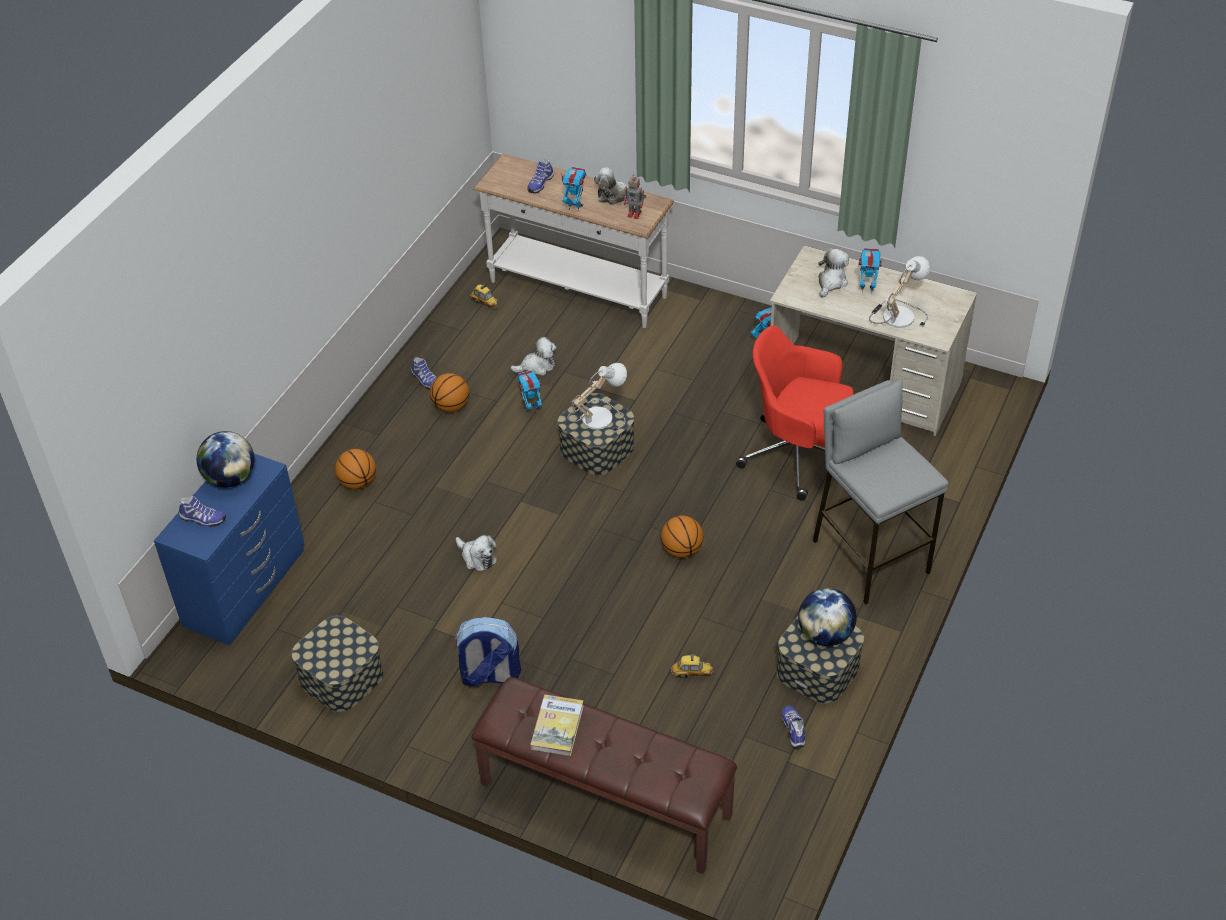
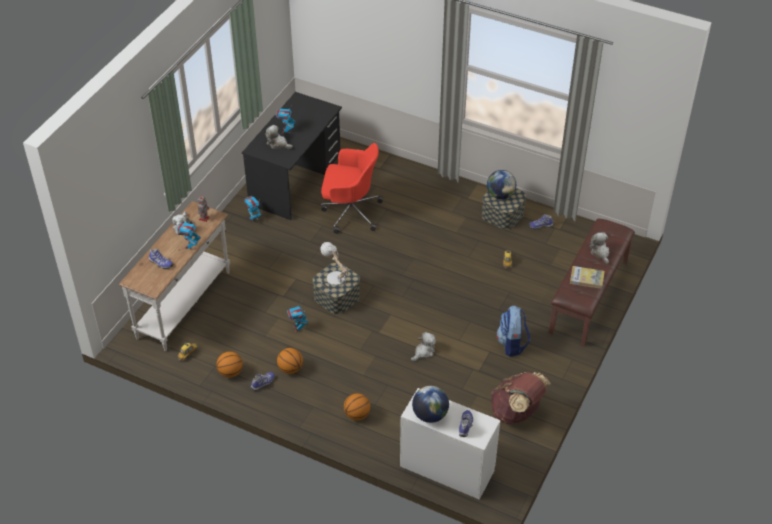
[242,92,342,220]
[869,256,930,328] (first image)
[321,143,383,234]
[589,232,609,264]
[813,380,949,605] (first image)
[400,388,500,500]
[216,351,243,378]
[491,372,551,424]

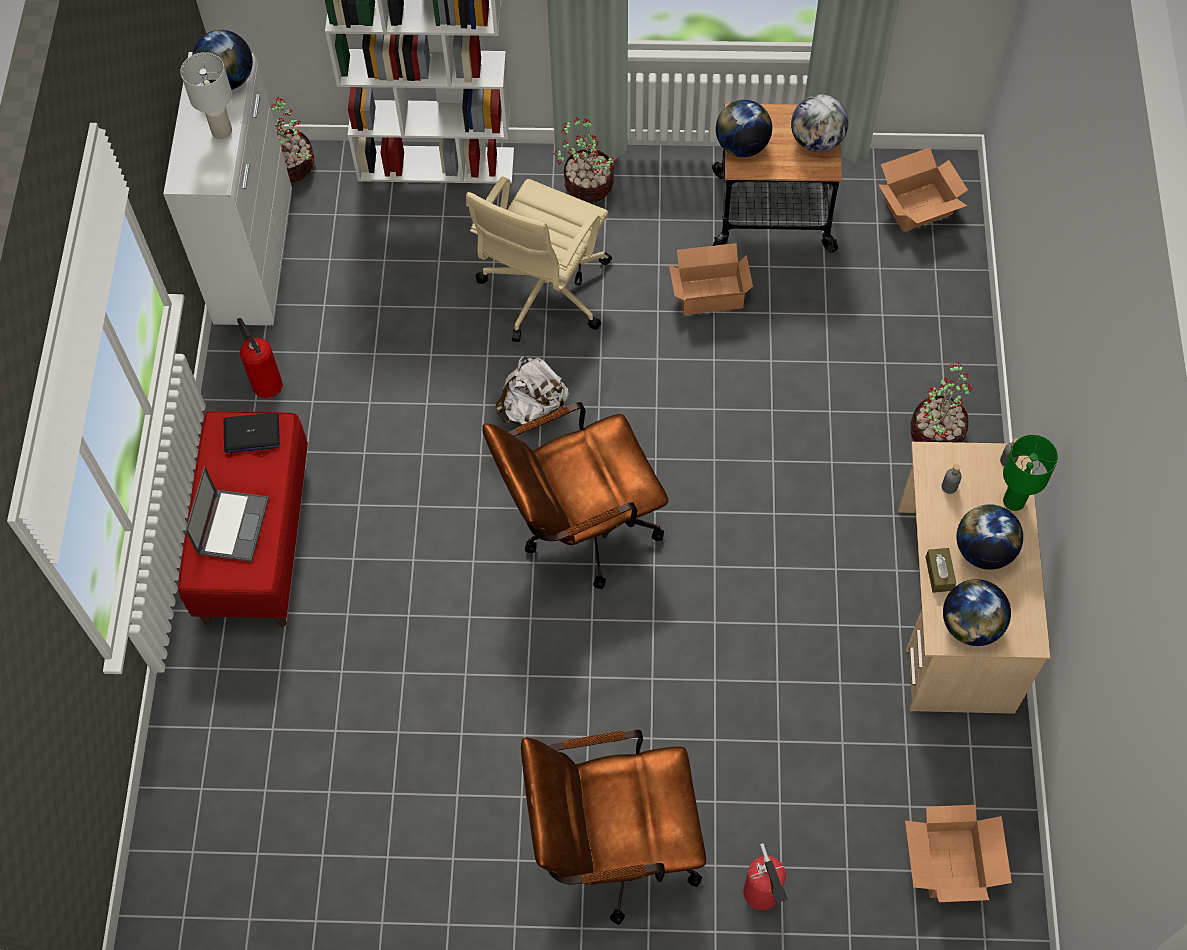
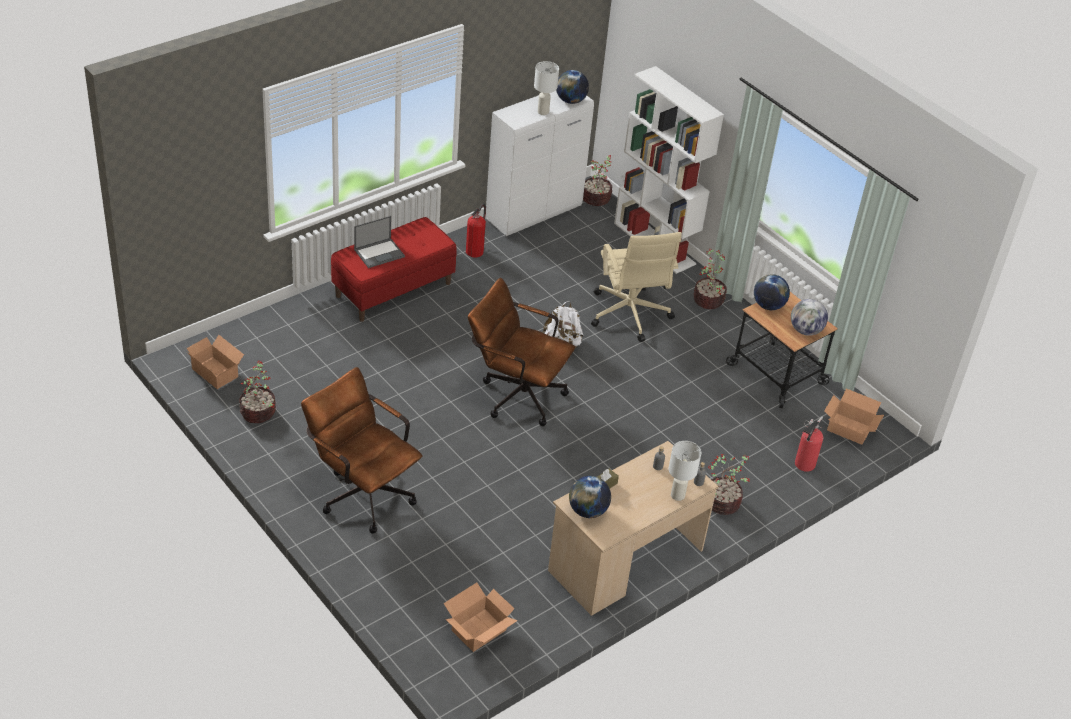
[591,232,682,342]
[186,335,244,389]
[224,413,280,453] (first image)
[668,441,701,501]
[957,504,1023,570] (first image)
[795,417,823,472]
[239,361,276,423]

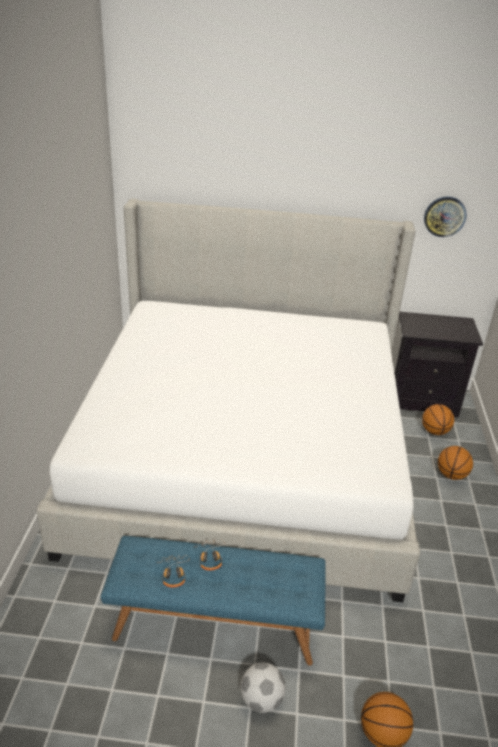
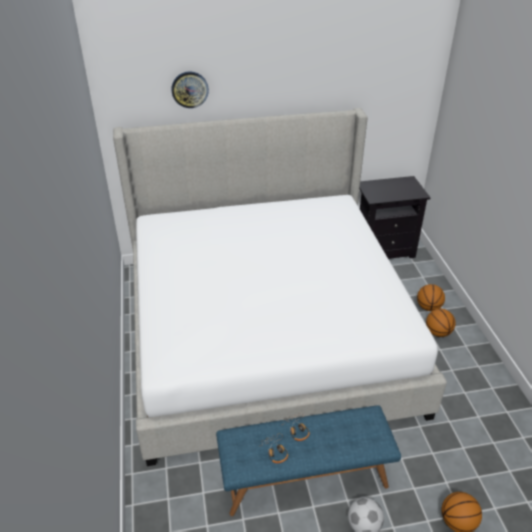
[172,71,209,108]
[426,309,456,337]

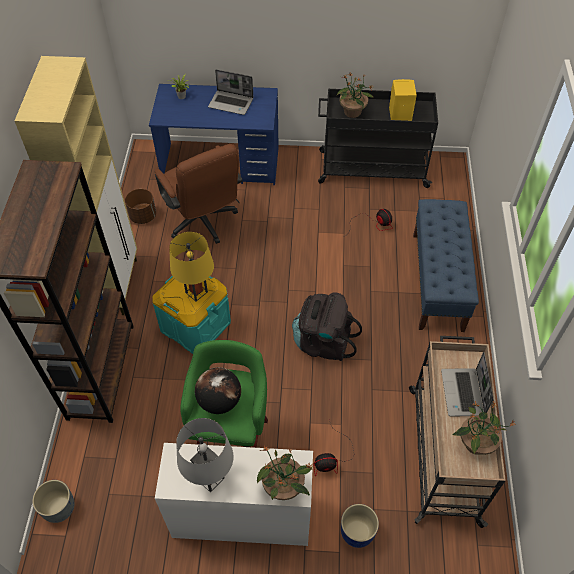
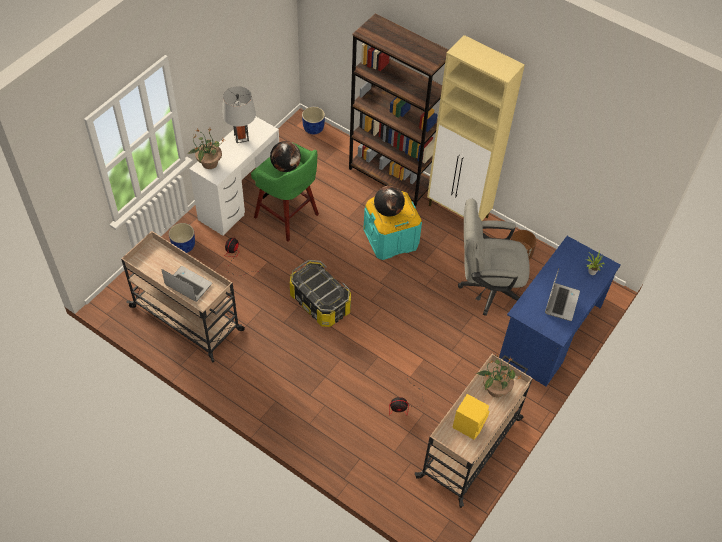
[545,269,580,321]
[415,354,533,508]
[458,199,530,316]
[413,199,479,332] (first image)
[374,186,405,217]
[290,260,351,327]
[452,401,514,455] (first image)
[302,107,325,134]

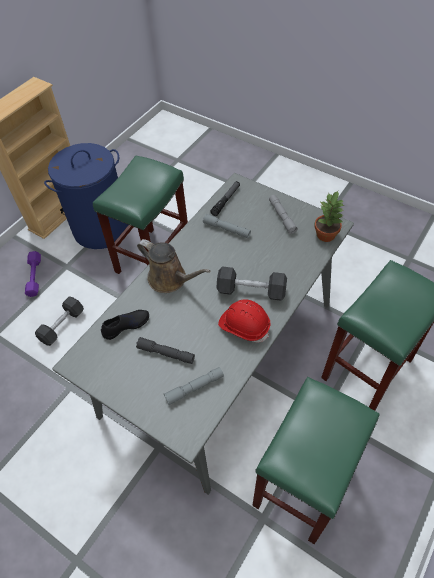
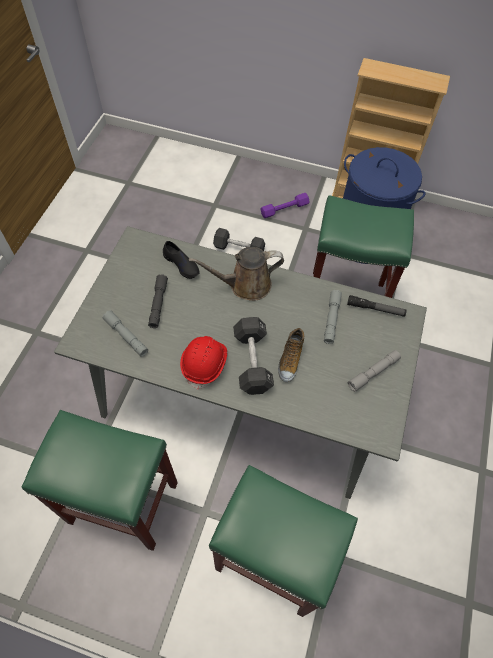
[314,191,344,242] (first image)
[189,247,284,301]
[278,328,304,382]

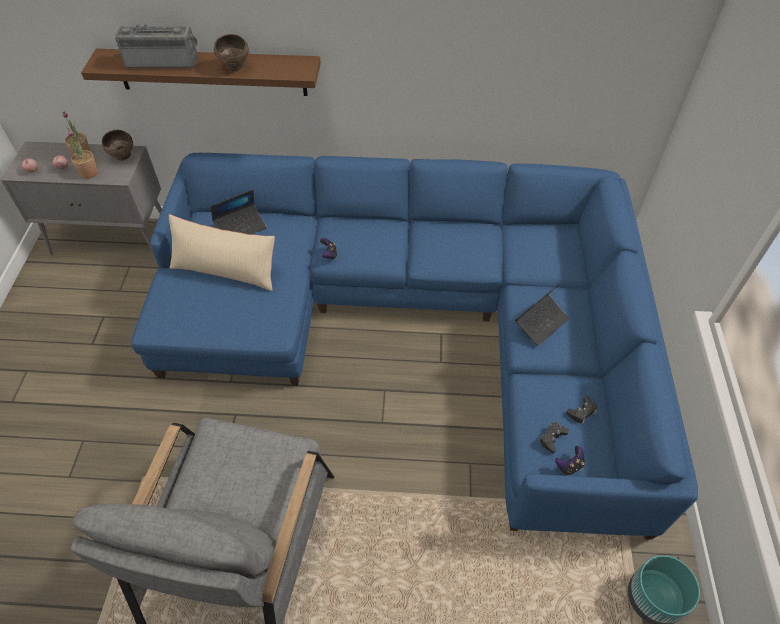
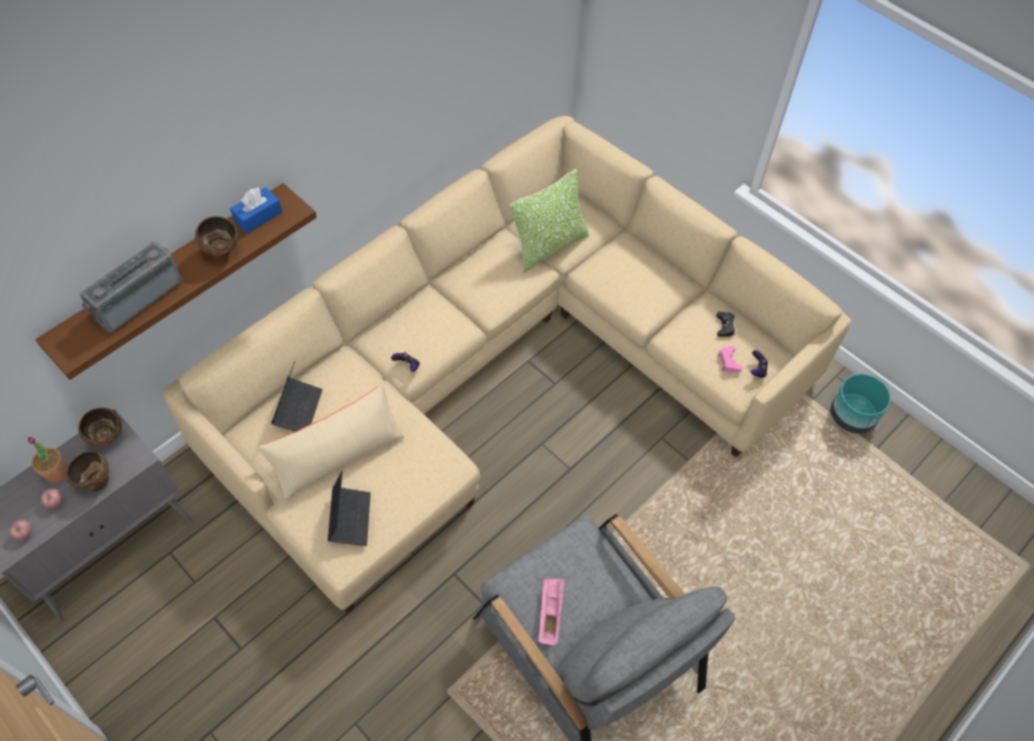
[66,451,109,492]
[162,116,851,613]
[328,471,371,546]
[718,346,742,372]
[509,168,589,273]
[230,187,282,234]
[538,579,565,646]

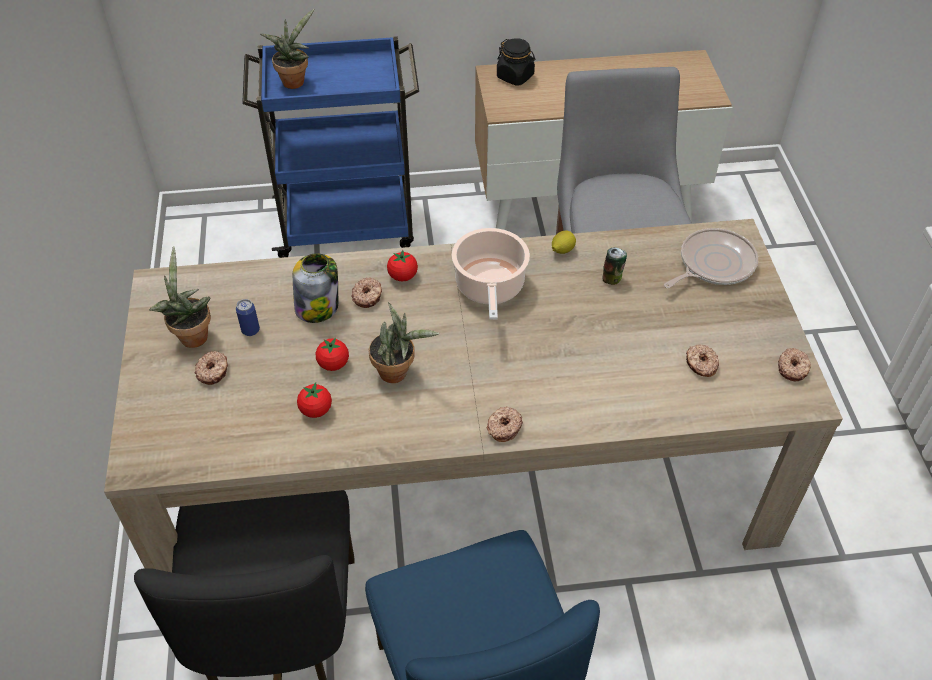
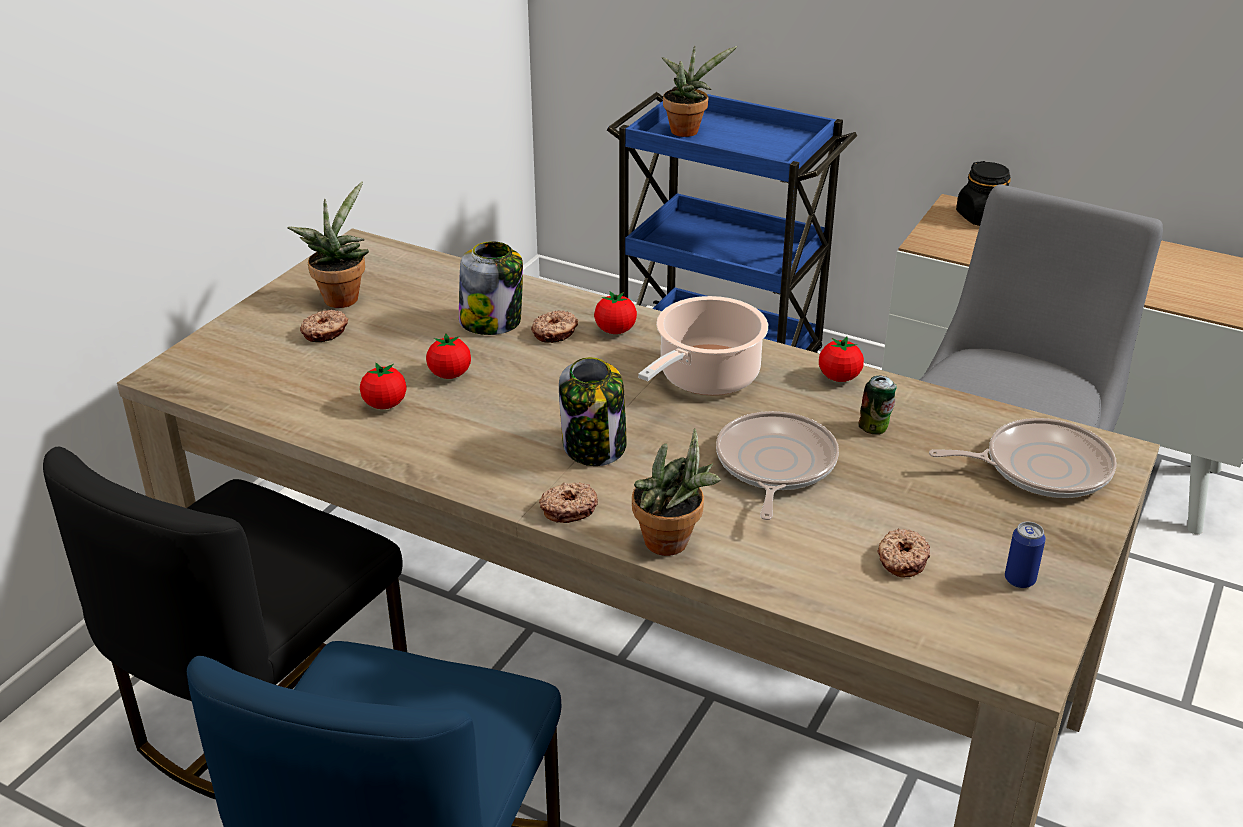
[819,337,864,382]
[1005,522,1046,588]
[632,429,721,556]
[778,348,811,381] (first image)
[559,357,627,466]
[716,411,839,520]

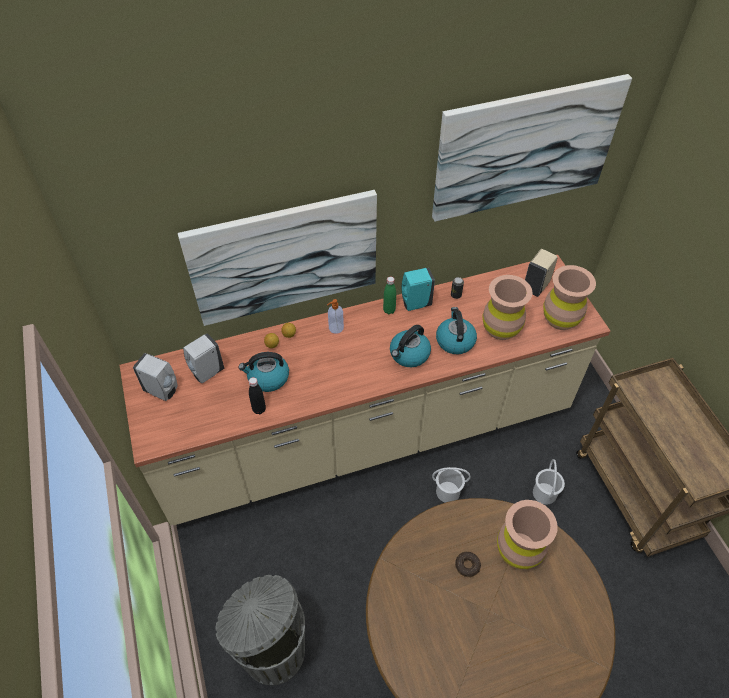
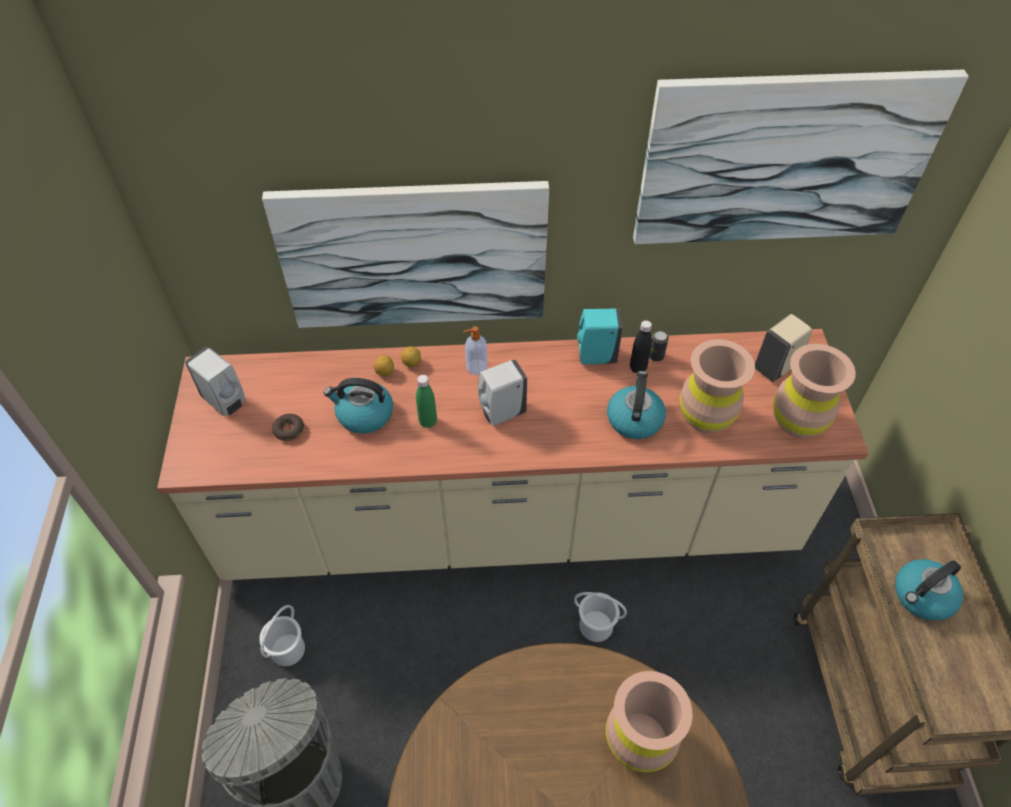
[416,375,437,428]
[895,559,963,621]
[478,360,527,426]
[630,320,652,373]
[259,605,305,666]
[272,414,304,441]

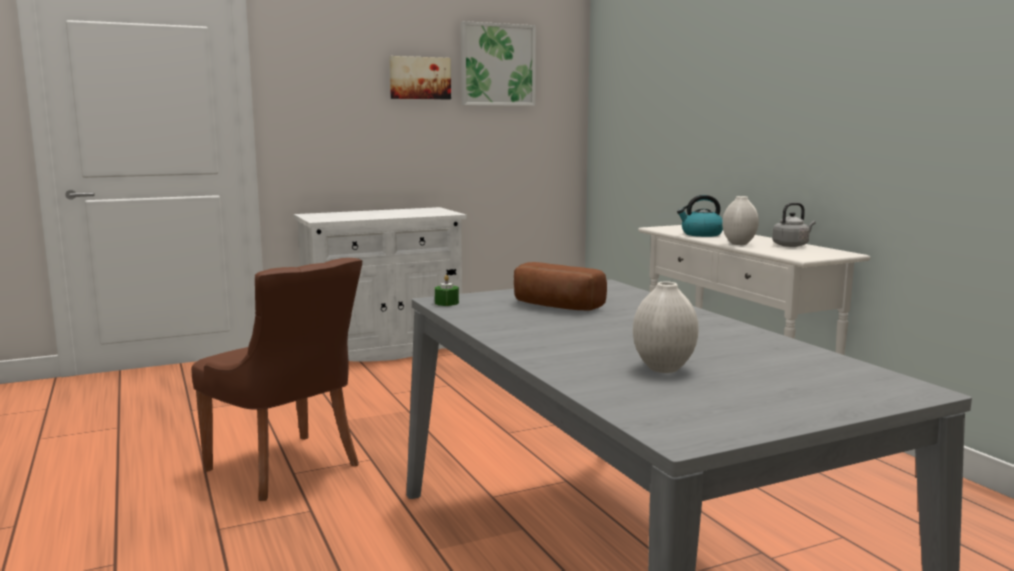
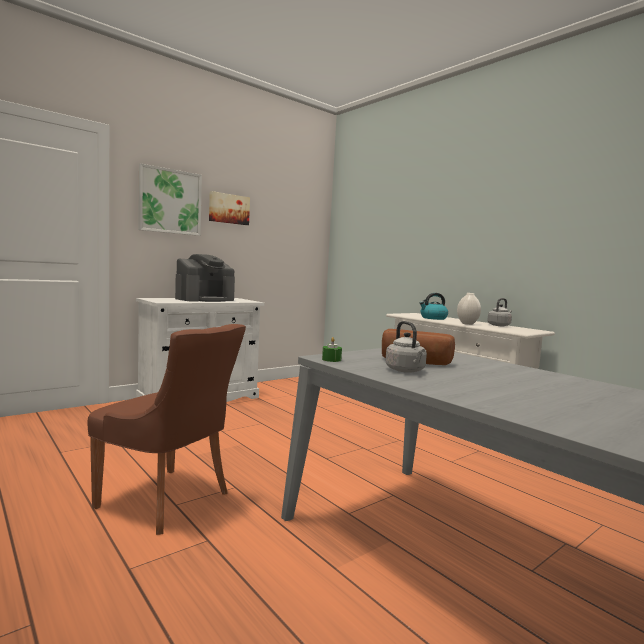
[138,163,202,236]
[633,281,699,373] (first image)
[175,254,235,302]
[385,321,427,373]

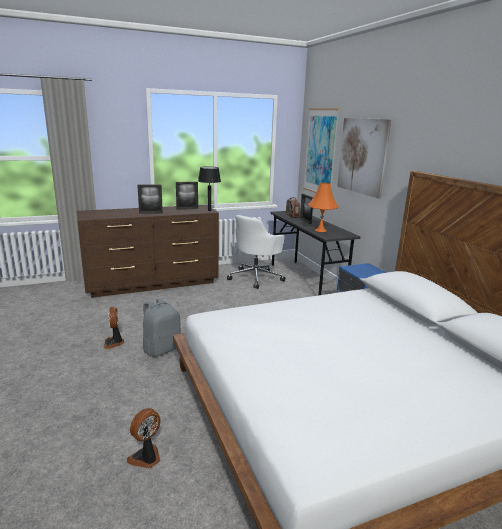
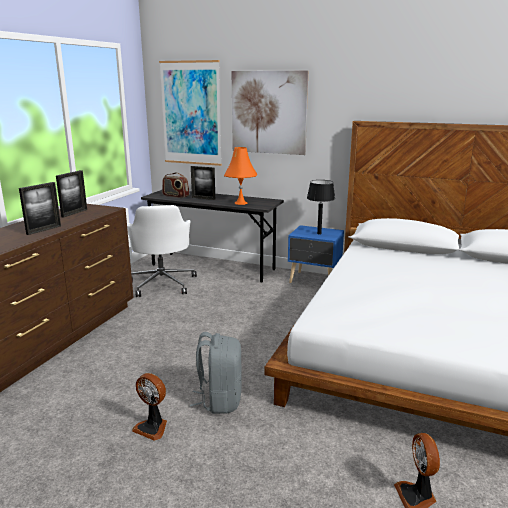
[307,180,335,235]

